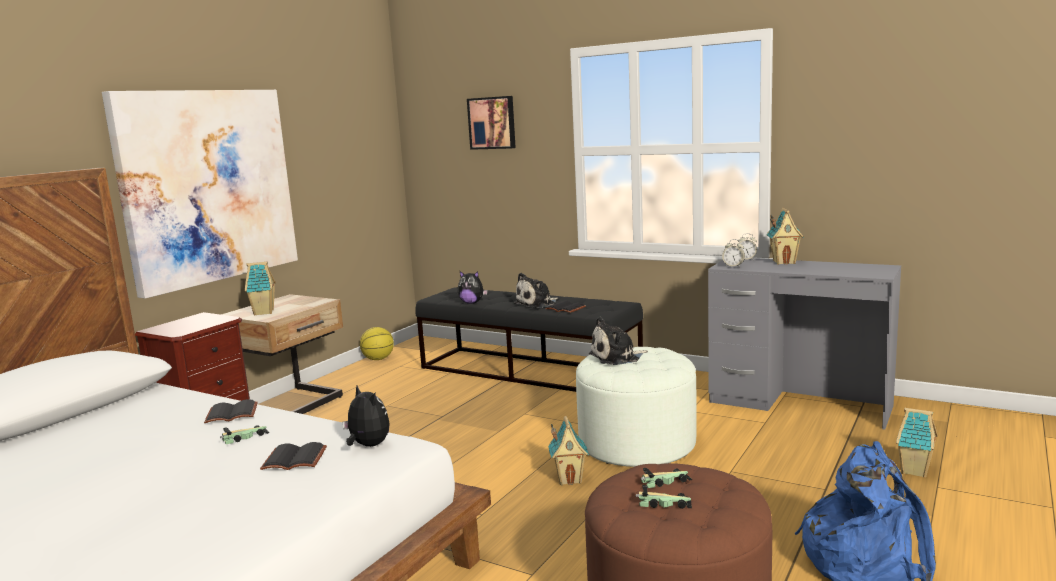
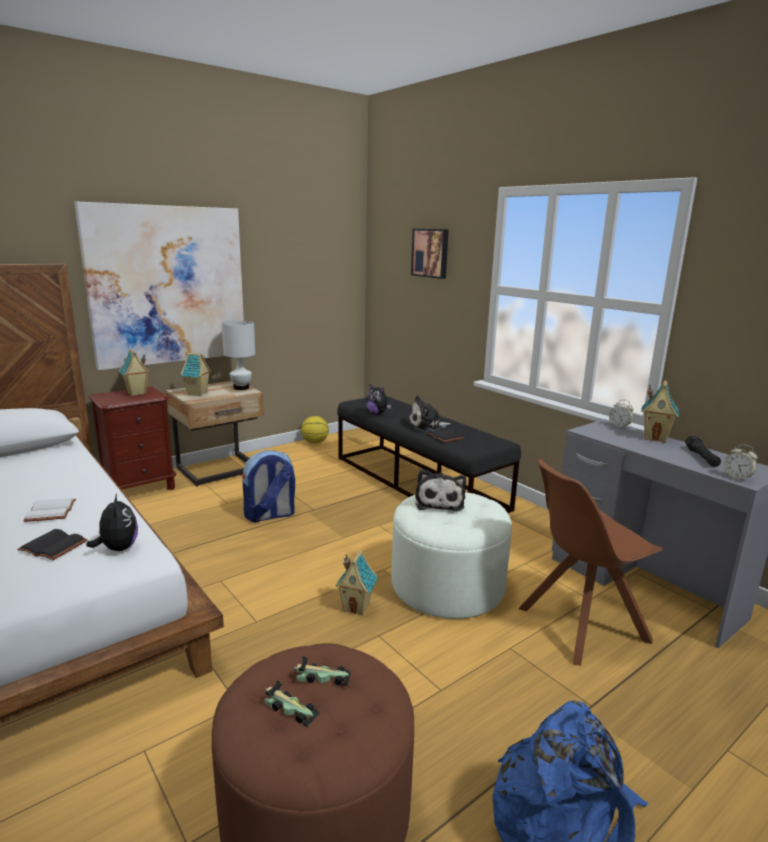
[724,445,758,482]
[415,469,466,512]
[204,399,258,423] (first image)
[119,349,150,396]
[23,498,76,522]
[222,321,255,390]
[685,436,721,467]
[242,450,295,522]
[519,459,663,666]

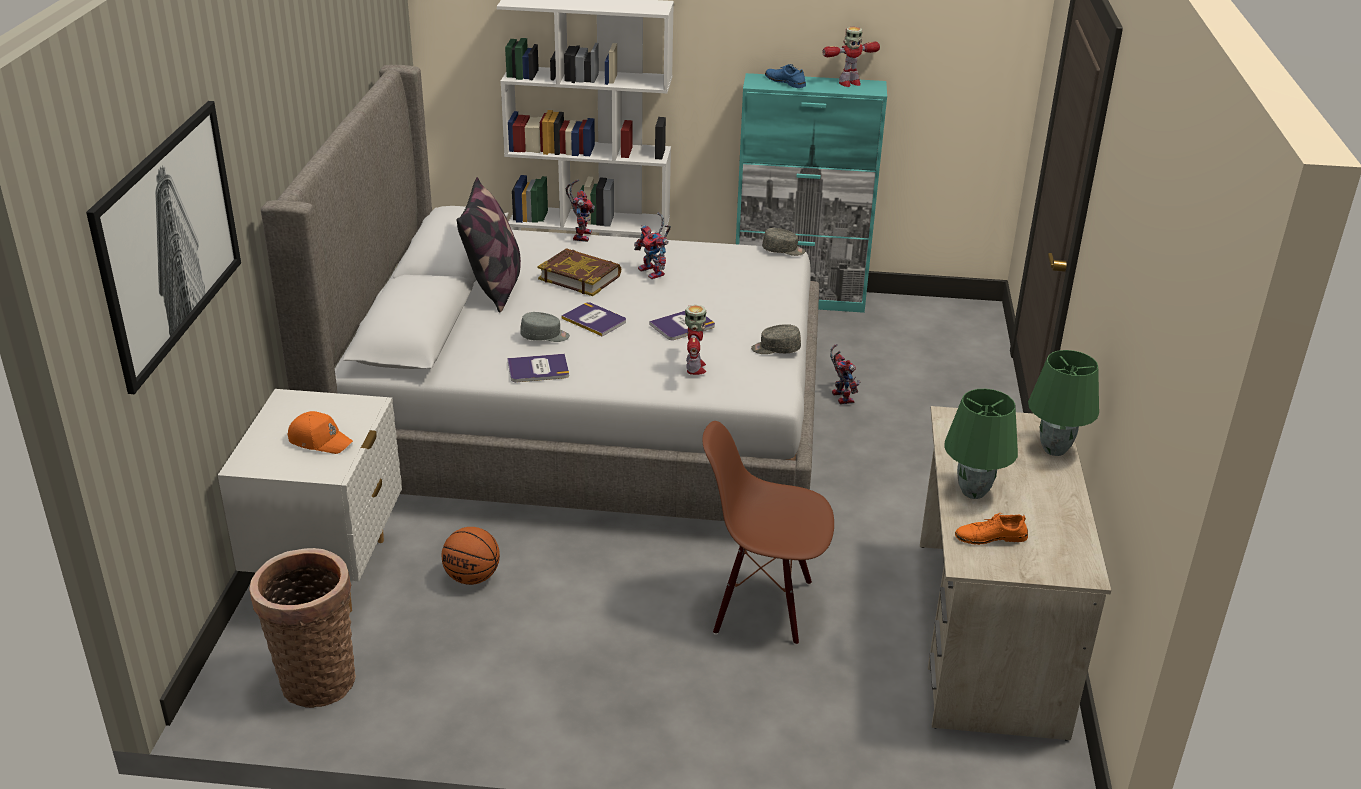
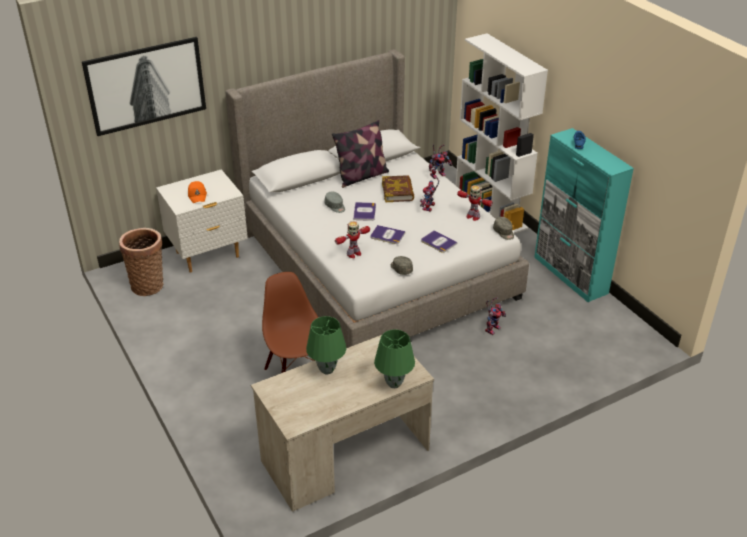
[457,185,493,221]
[421,230,458,253]
[955,512,1028,545] (first image)
[442,527,500,585] (first image)

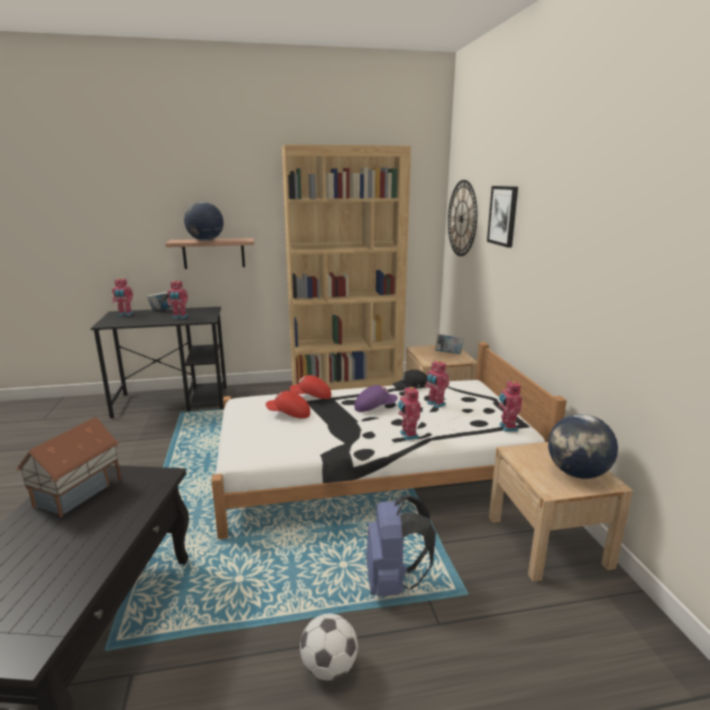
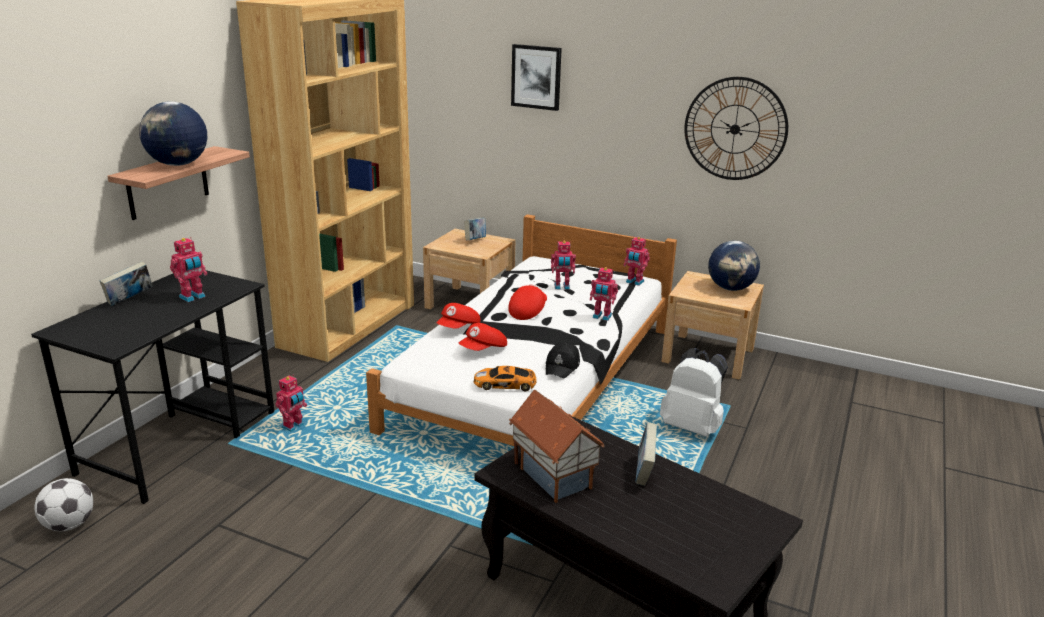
[684,77,788,180]
[275,375,307,432]
[546,342,580,378]
[508,285,547,320]
[660,348,728,437]
[34,478,93,531]
[474,366,537,392]
[635,422,657,486]

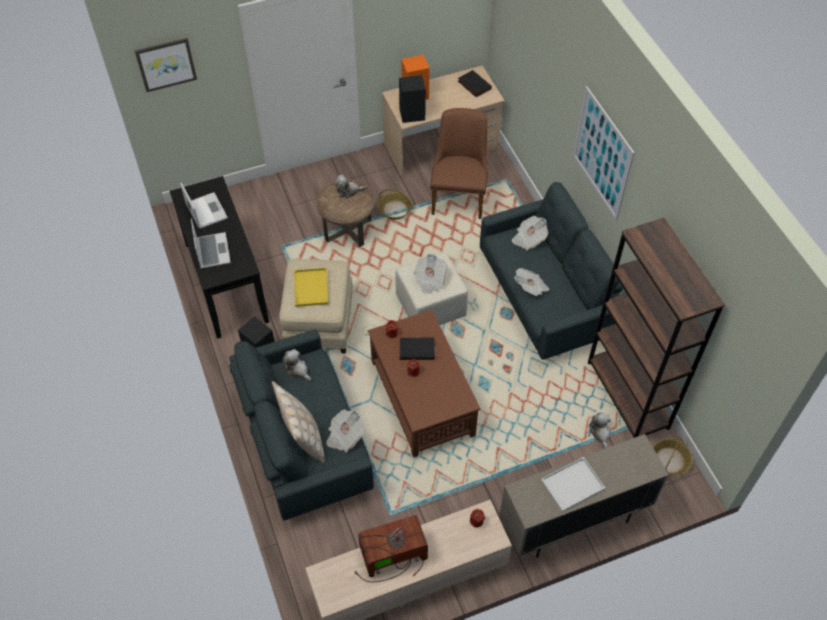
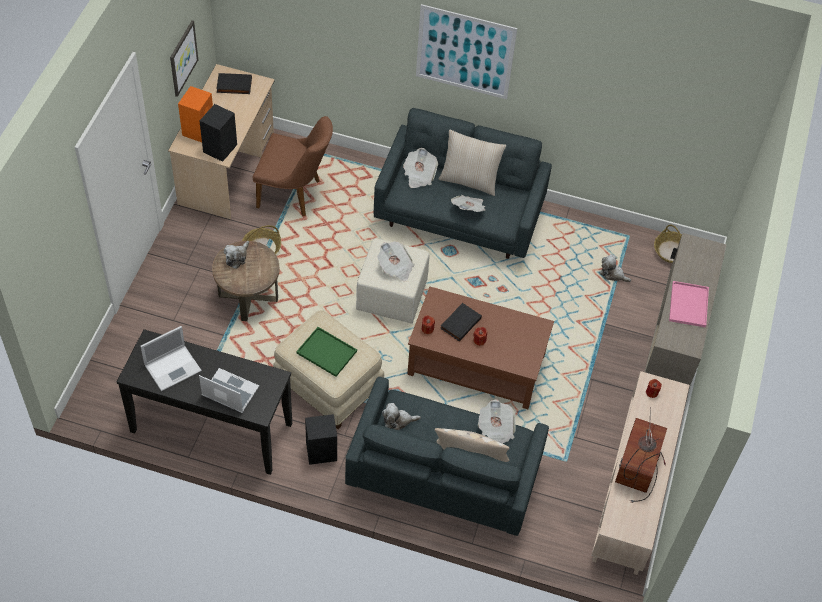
[170,20,198,97]
[252,116,333,216]
[141,326,202,391]
[588,218,725,438] (first image)
[296,327,357,377]
[669,281,709,327]
[439,129,506,196]

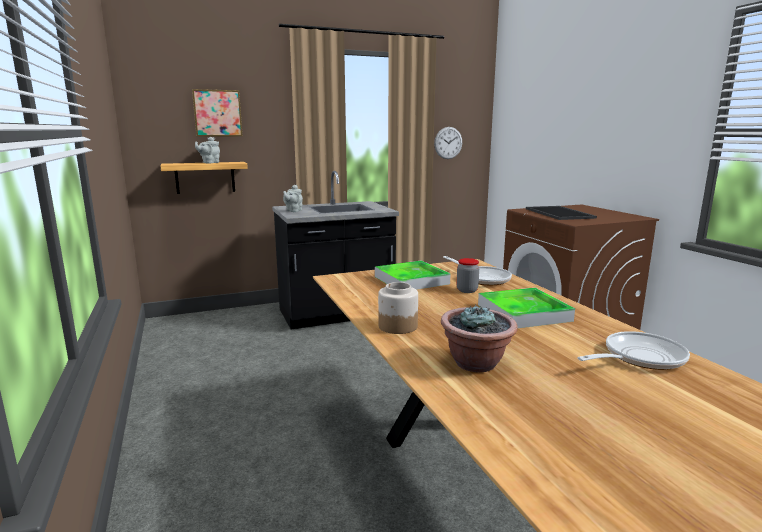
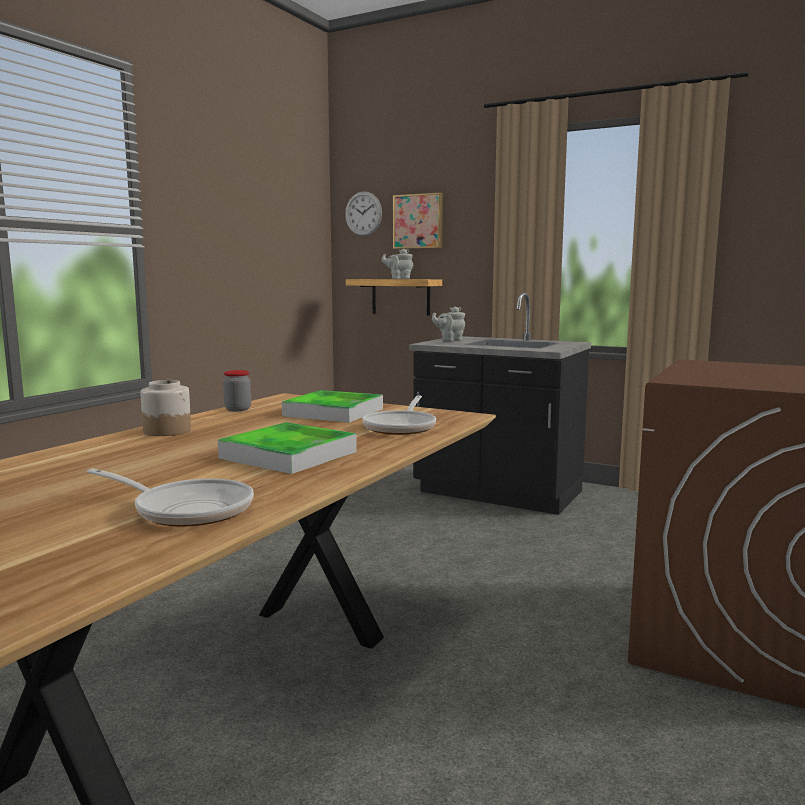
[345,191,382,236]
[526,206,597,220] (first image)
[223,370,251,412]
[441,305,518,372] (first image)

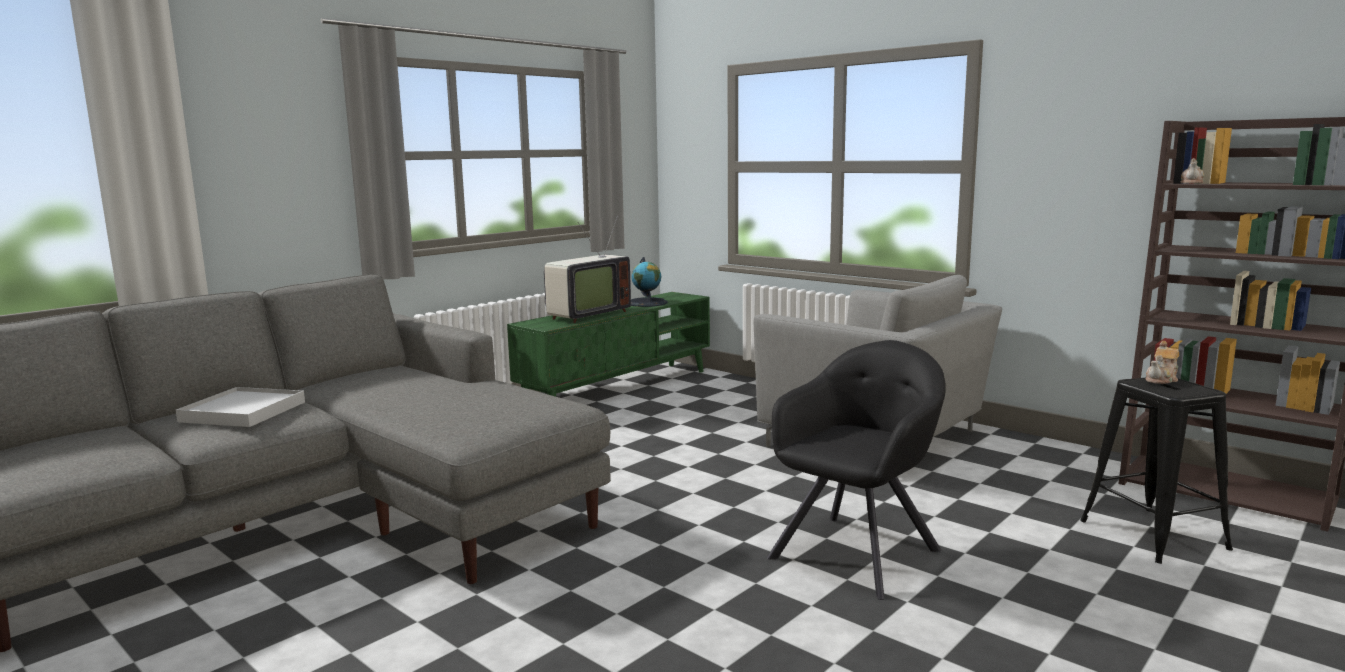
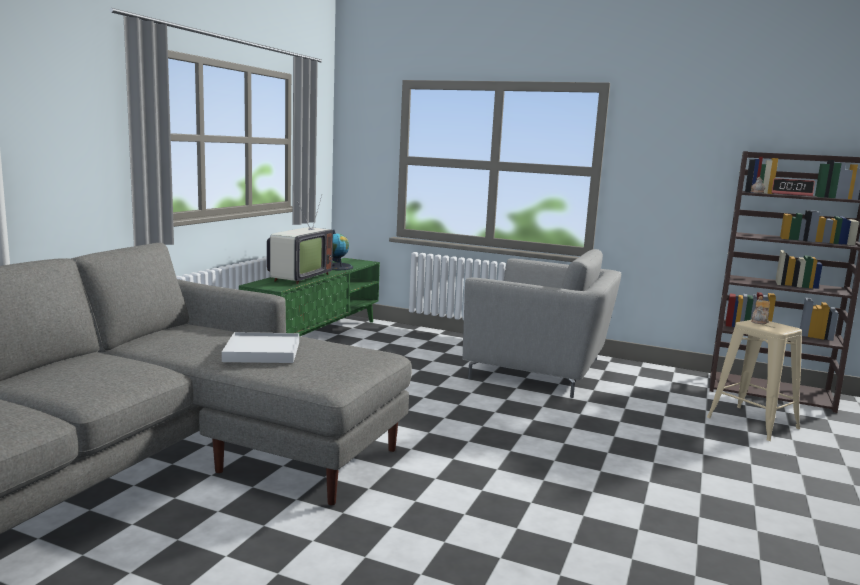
[767,340,946,600] (first image)
[707,319,802,441]
[222,332,299,363]
[771,178,815,196]

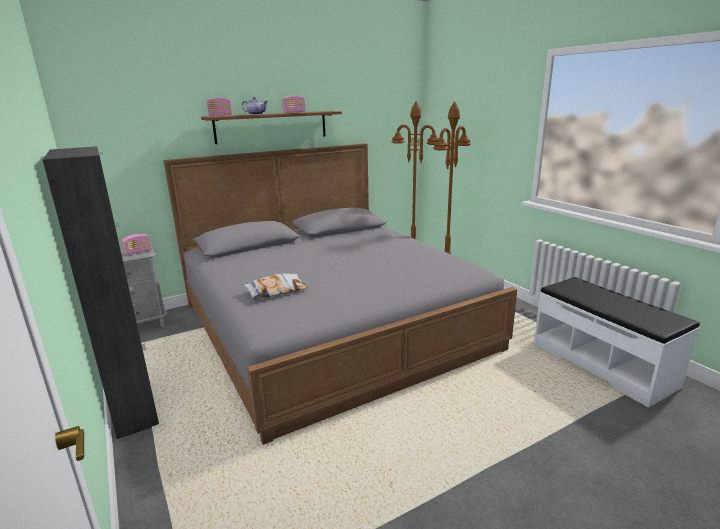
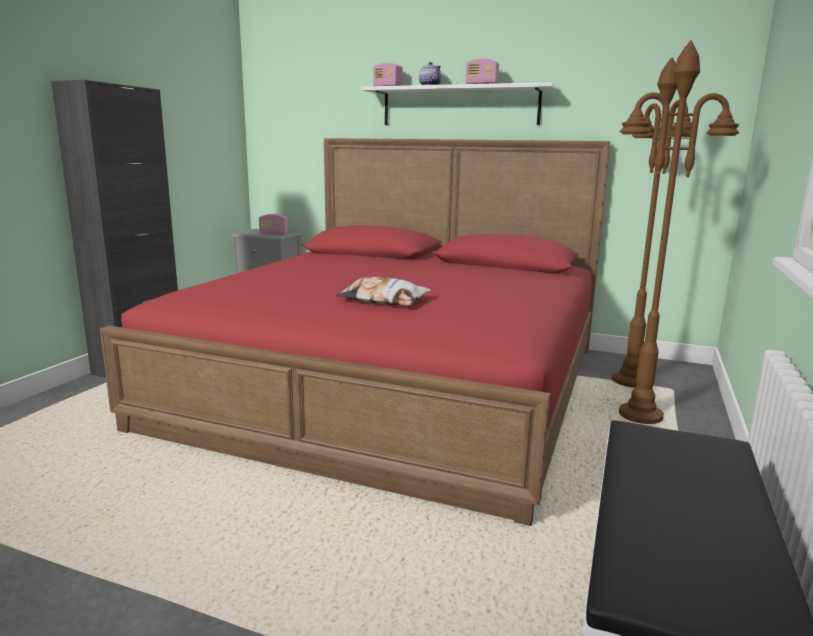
[361,82,557,125]
[100,138,610,526]
[336,277,431,306]

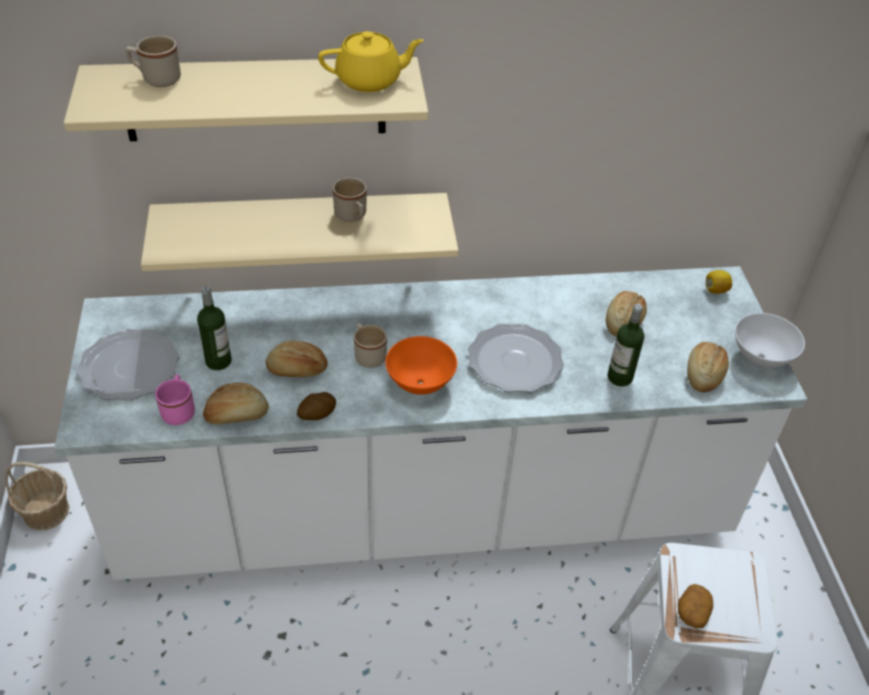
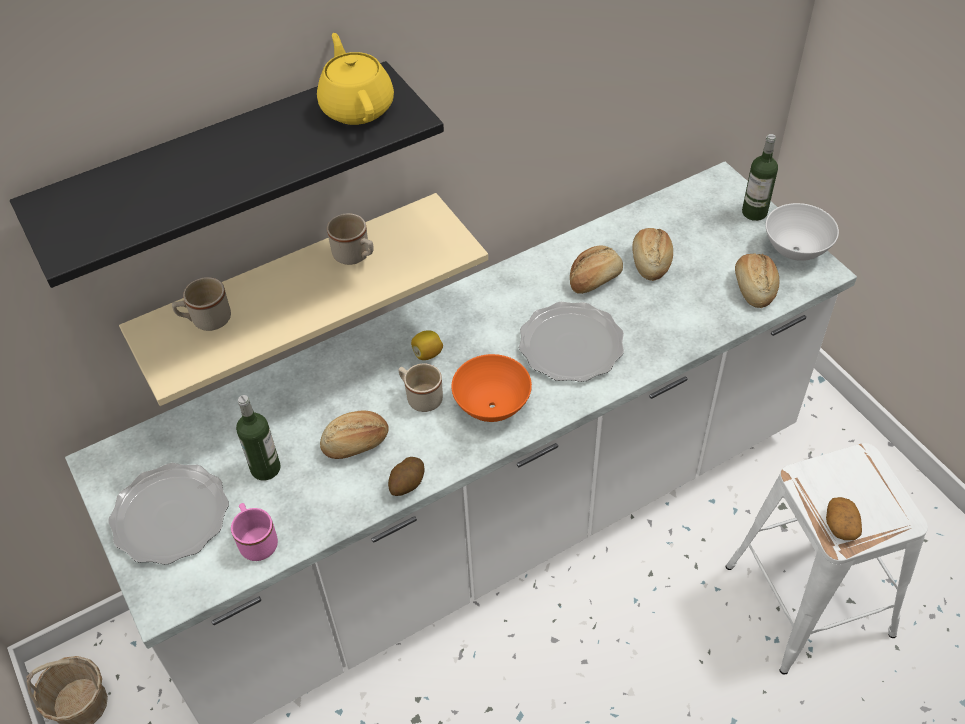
[317,33,394,125]
[172,277,231,331]
[10,61,444,288]
[411,331,443,360]
[742,134,778,221]
[570,245,623,294]

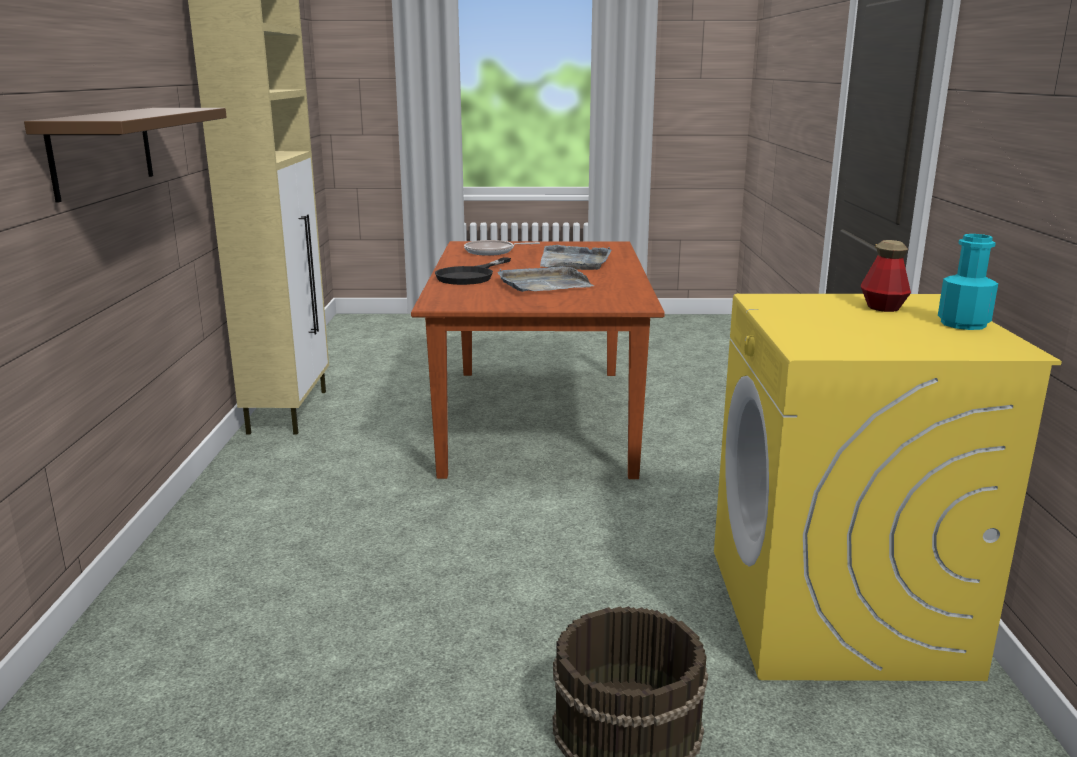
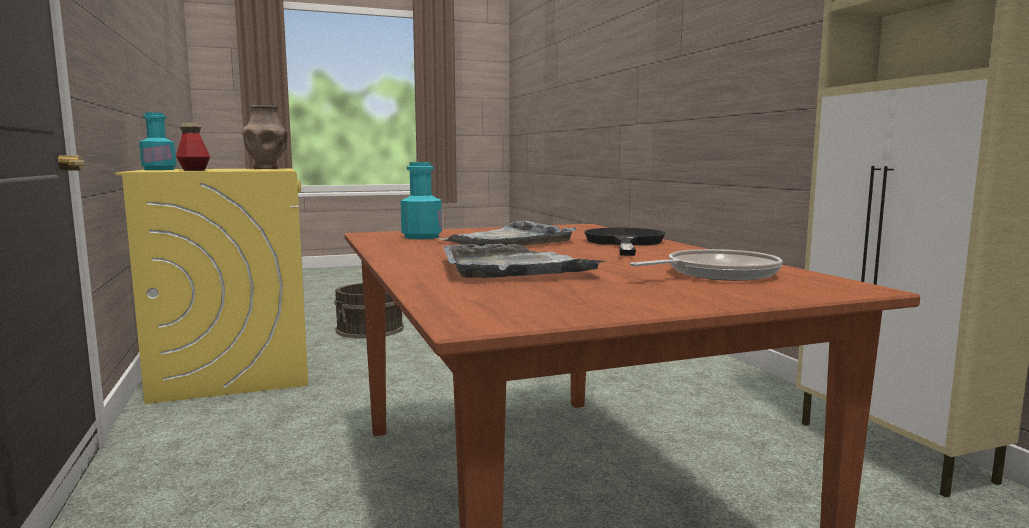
[24,108,227,203] (first image)
[242,105,288,169]
[401,162,442,239]

